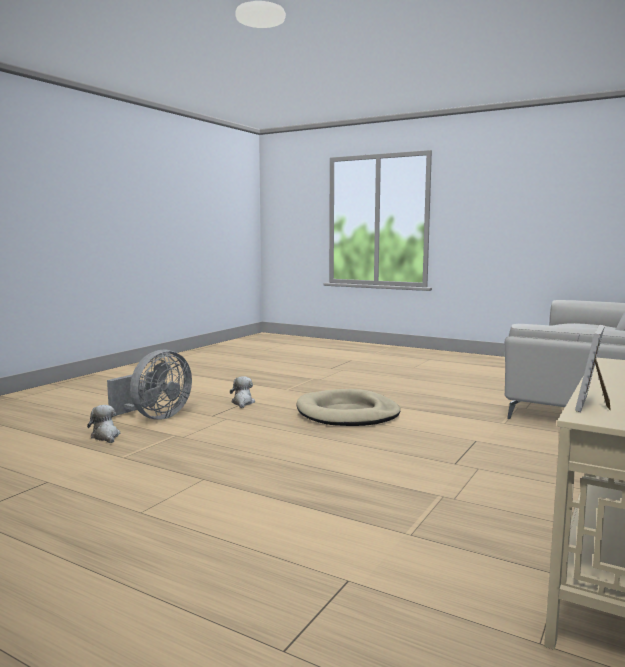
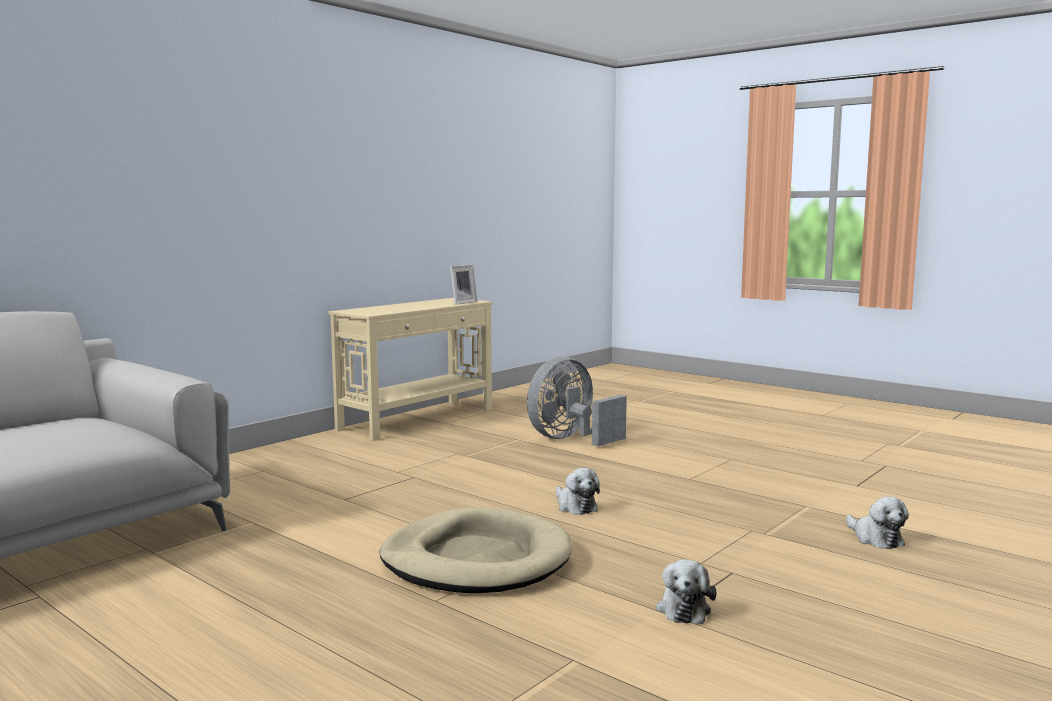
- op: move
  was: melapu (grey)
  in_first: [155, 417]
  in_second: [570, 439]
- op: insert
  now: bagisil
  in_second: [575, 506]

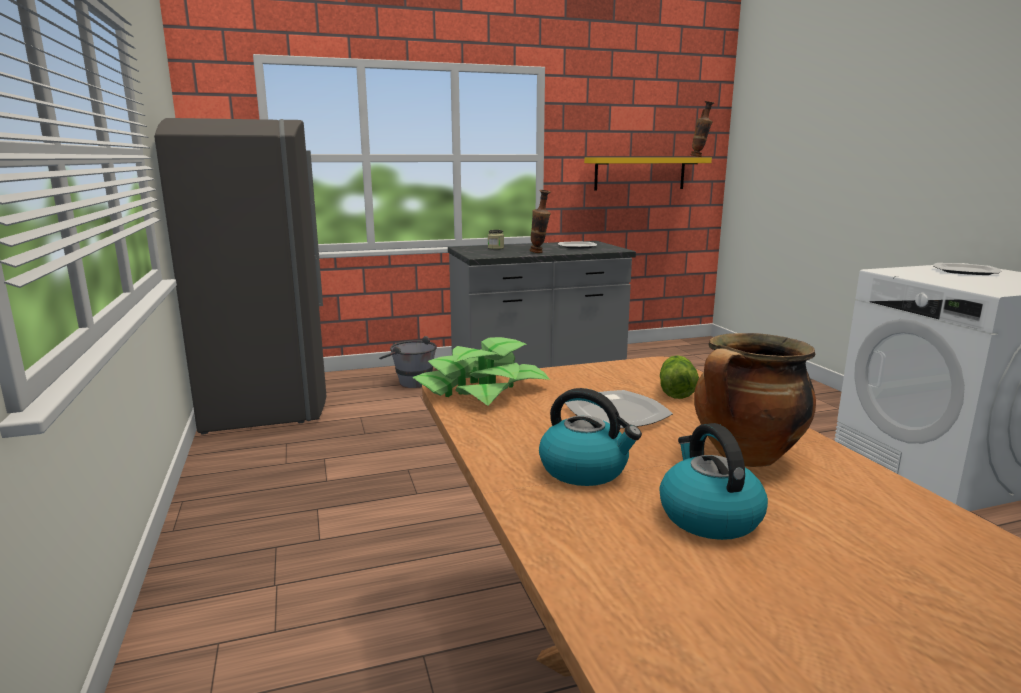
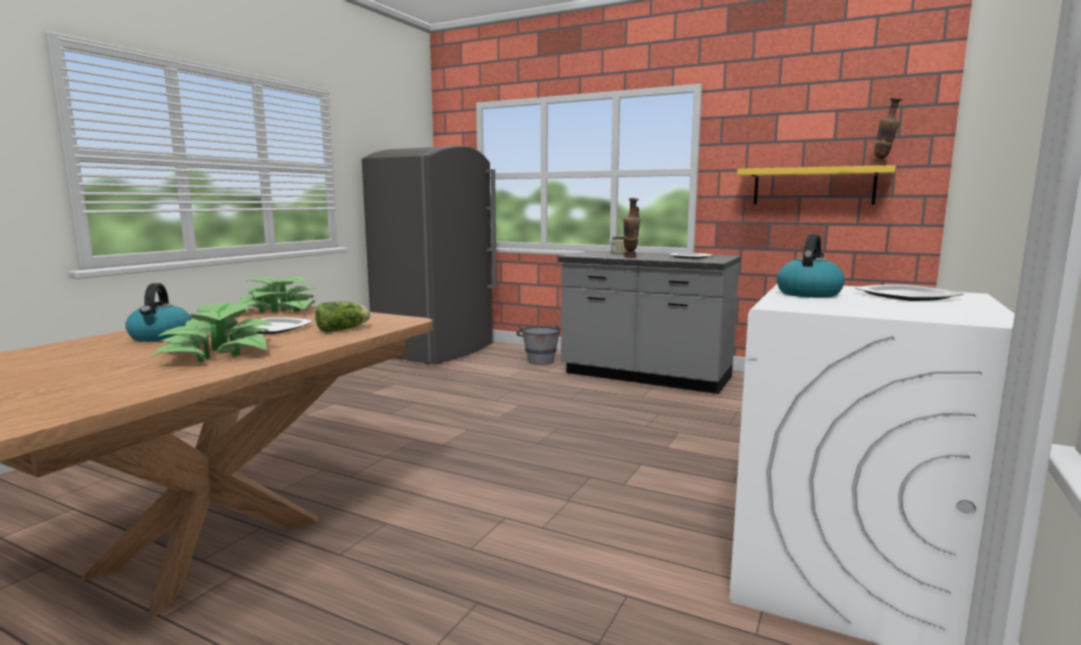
- op: replace
  was: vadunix
  now: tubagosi
  in_first: [746, 457]
  in_second: [217, 353]
- op: move
  was: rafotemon
  in_first: [708, 516]
  in_second: [808, 293]

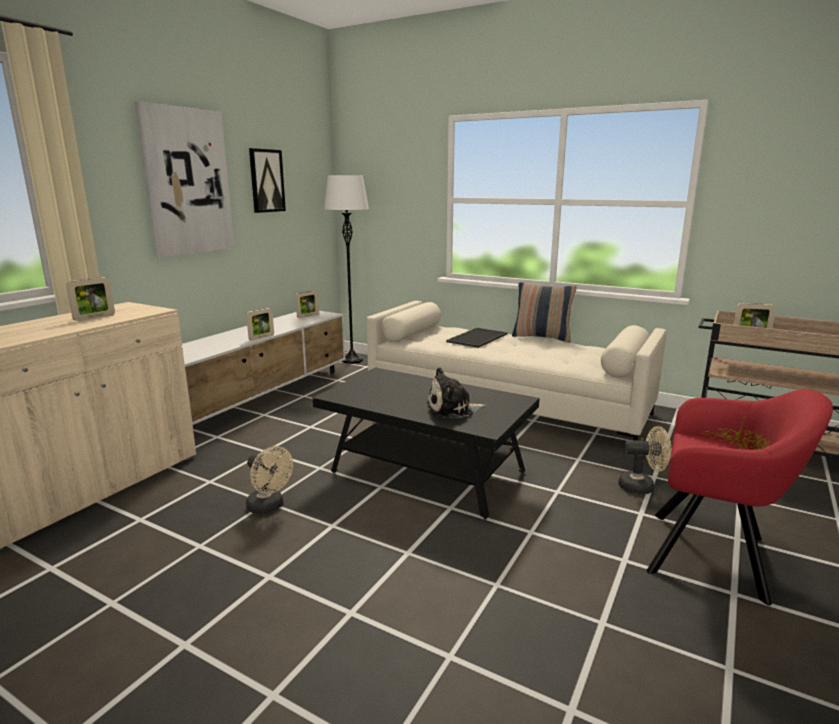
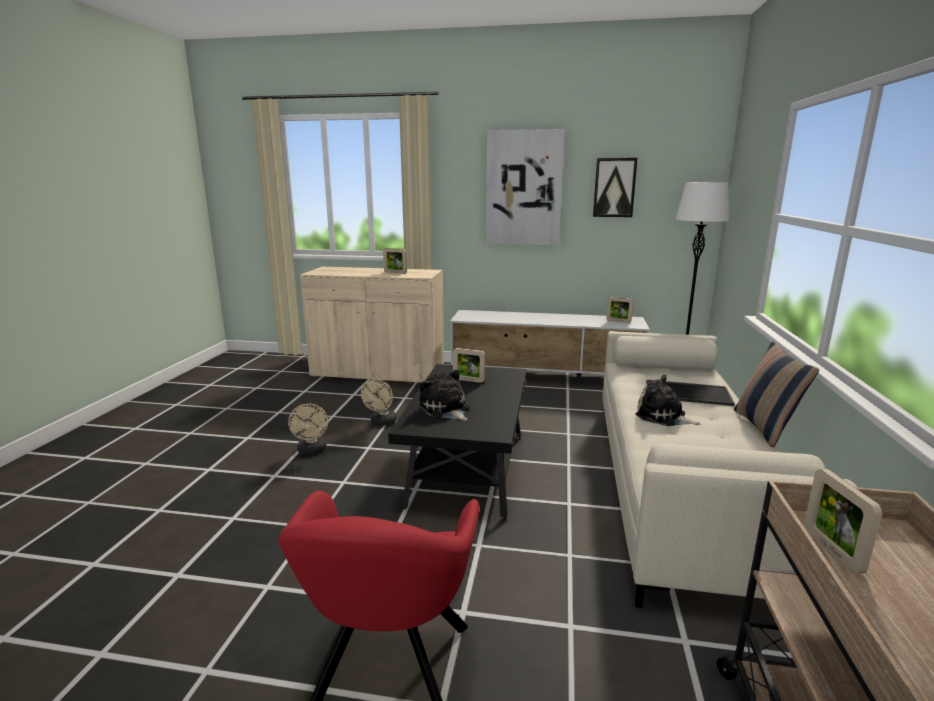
- op: move
  was: melapu (beige)
  in_first: [642, 486]
  in_second: [312, 451]
- op: move
  was: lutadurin
  in_first: [261, 337]
  in_second: [468, 380]
- op: insert
  now: bagisil
  in_second: [663, 417]

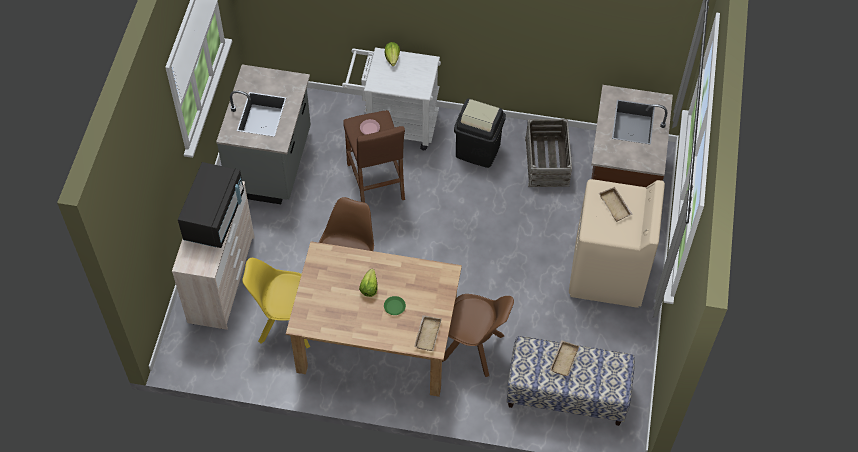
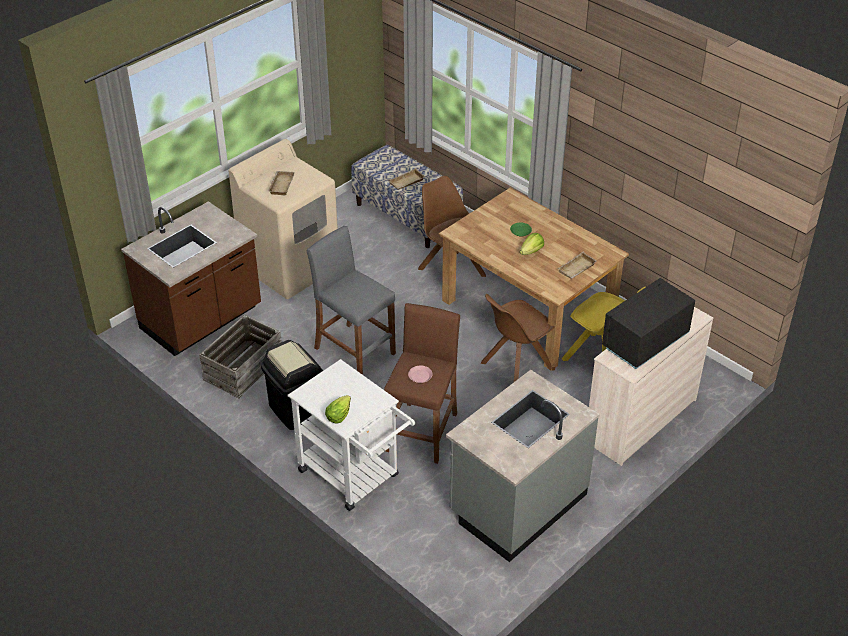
- op: insert
  now: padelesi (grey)
  in_second: [354, 351]
- op: move
  was: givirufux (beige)
  in_first: [426, 334]
  in_second: [577, 269]

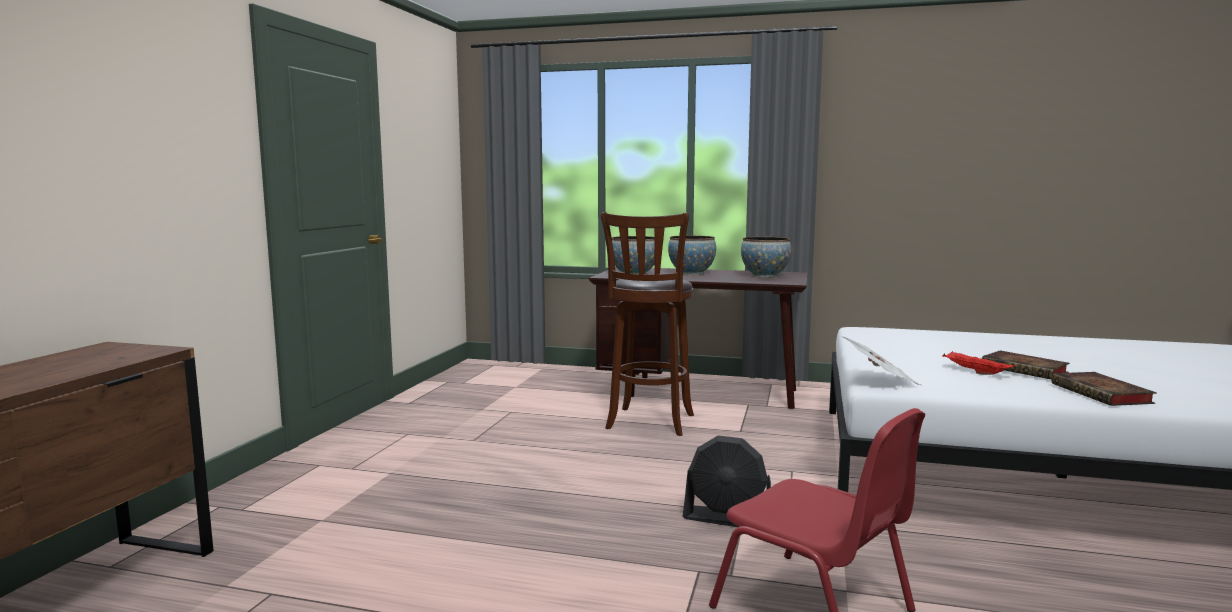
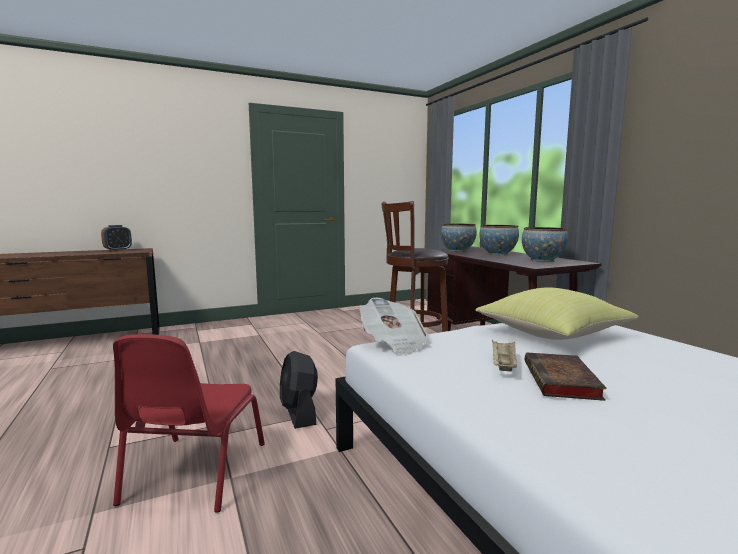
- op: insert
  now: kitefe
  in_second: [118, 250]
- op: insert
  now: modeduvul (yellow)
  in_second: [553, 336]
- op: recolor
  was: givirufux (red)
  now: givirufux (beige)
  in_first: [974, 372]
  in_second: [503, 365]
- op: delete
  was: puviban
  in_first: [1103, 394]

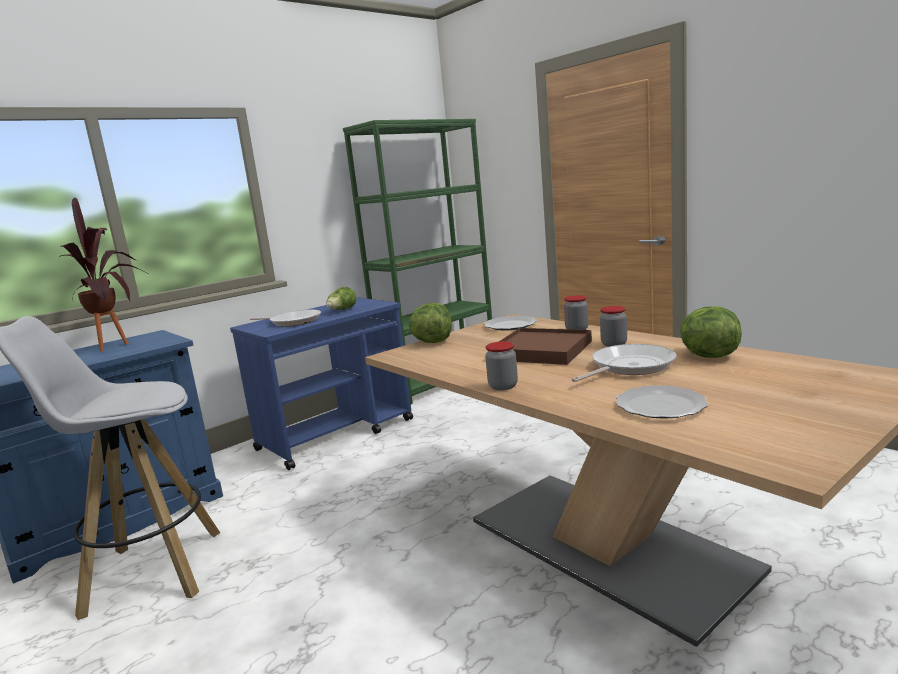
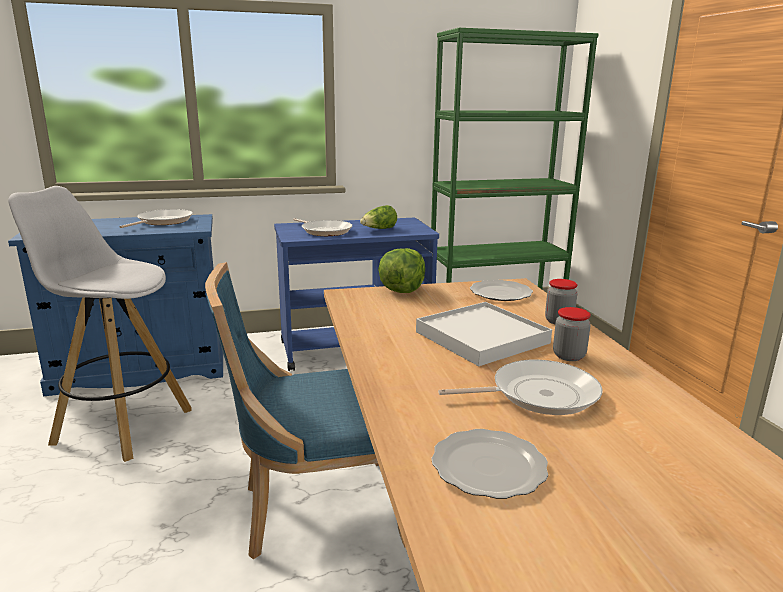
- op: replace
  was: tubagosi
  now: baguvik
  in_first: [119, 345]
  in_second: [162, 221]
- op: insert
  now: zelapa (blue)
  in_second: [317, 511]
- op: recolor
  was: givirufux (brown)
  now: givirufux (white)
  in_first: [542, 350]
  in_second: [482, 337]
- op: delete
  was: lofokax
  in_first: [503, 386]
- op: delete
  was: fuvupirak
  in_first: [708, 356]

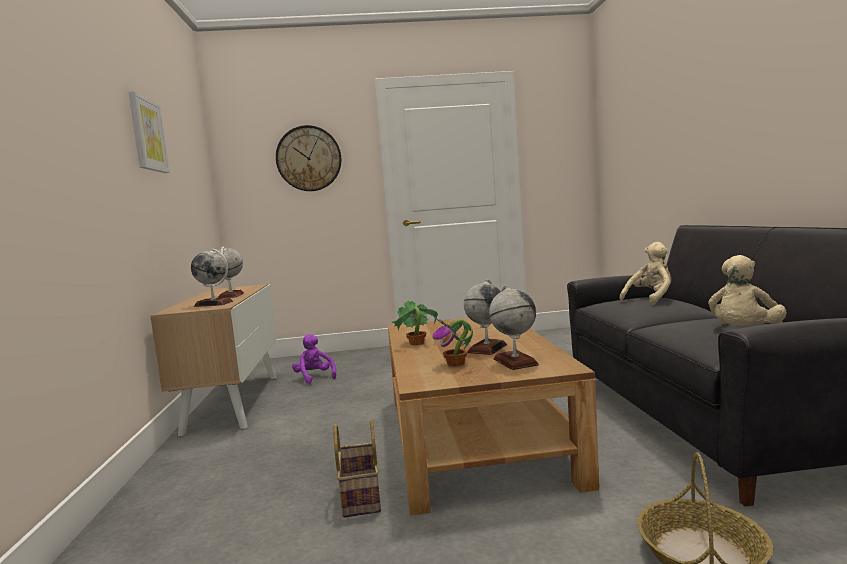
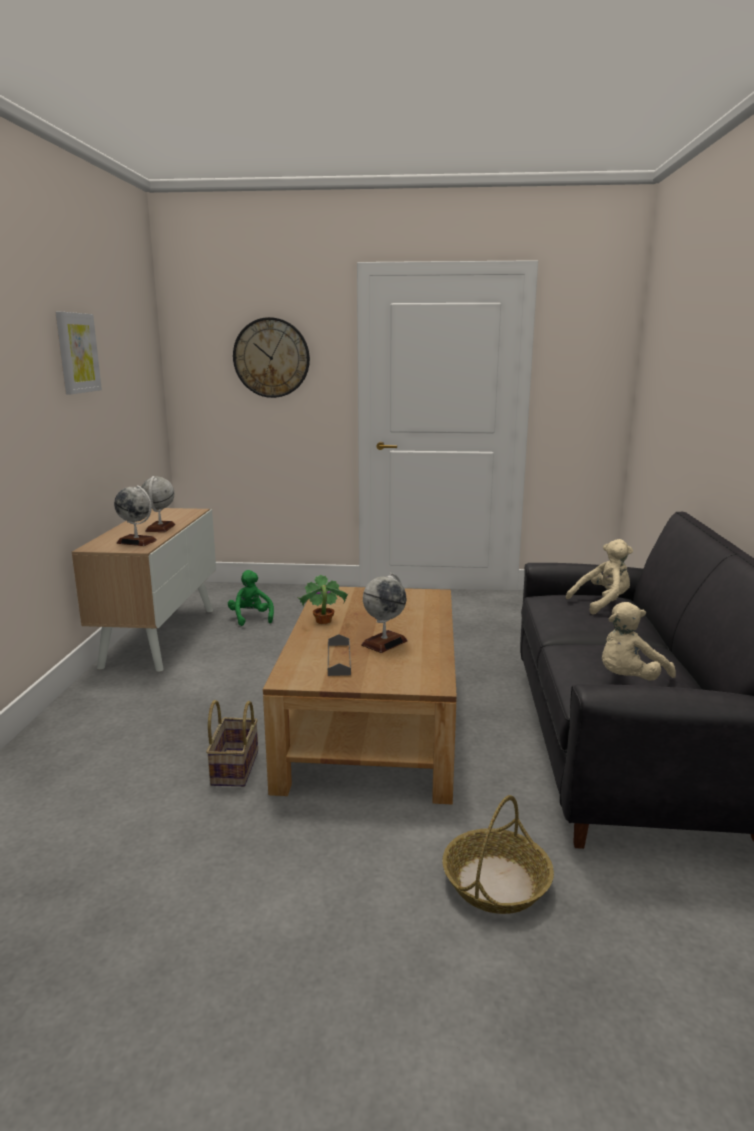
- op: recolor
  was: bagisil (purple)
  now: bagisil (green)
  in_first: [314, 377]
  in_second: [251, 618]
- op: replace
  was: tubagosi
  now: givirufux (grey)
  in_first: [456, 364]
  in_second: [339, 659]
- op: delete
  was: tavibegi
  in_first: [515, 362]

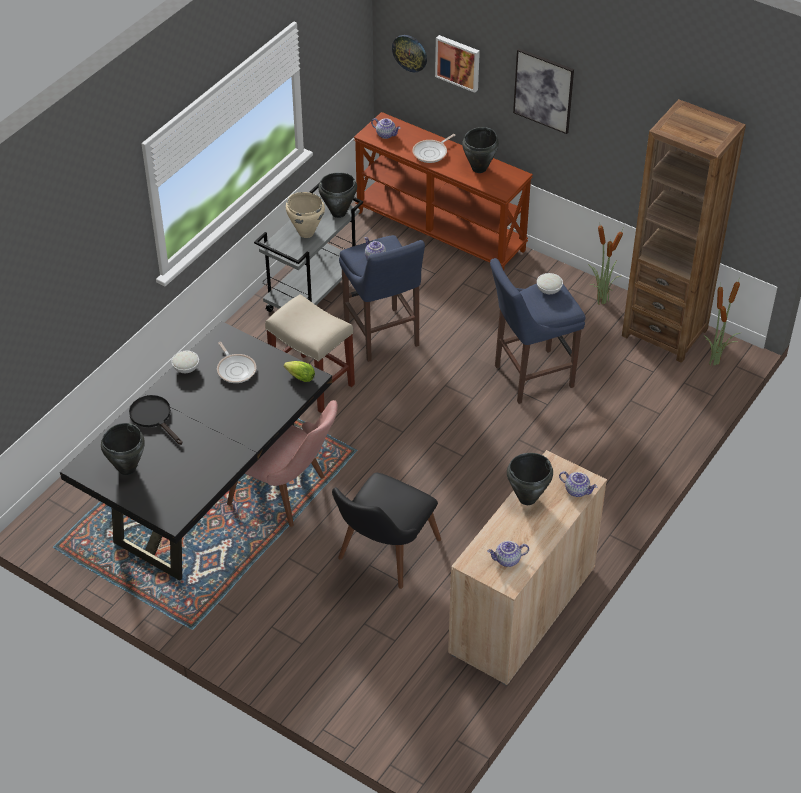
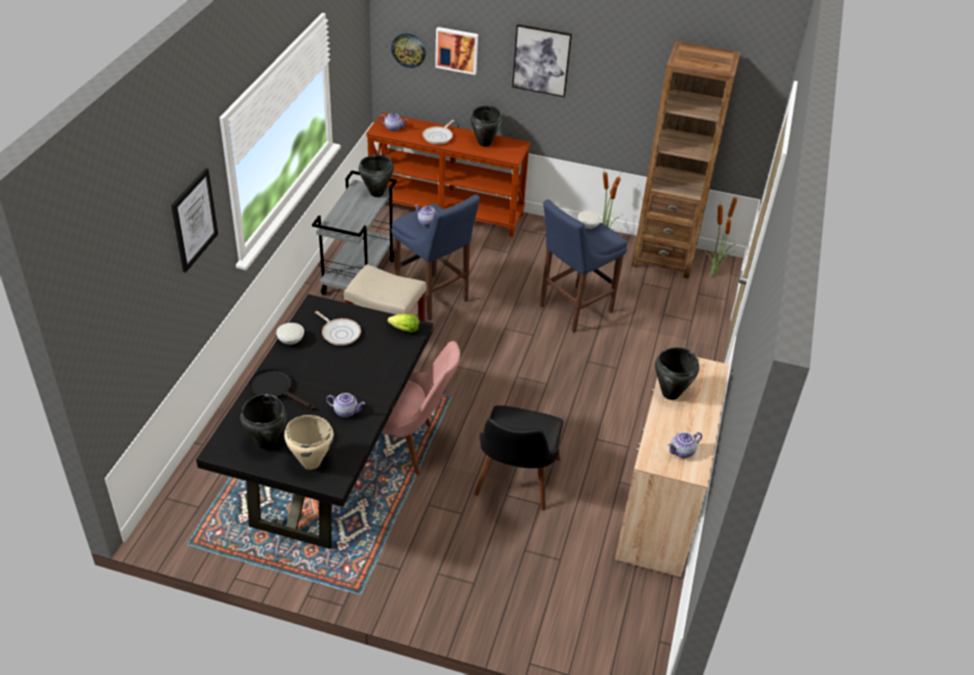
- op: insert
  now: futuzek
  in_second: [194, 220]
- op: move
  was: vadunix (beige)
  in_first: [306, 233]
  in_second: [311, 462]
- op: move
  was: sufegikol
  in_first: [577, 490]
  in_second: [346, 411]

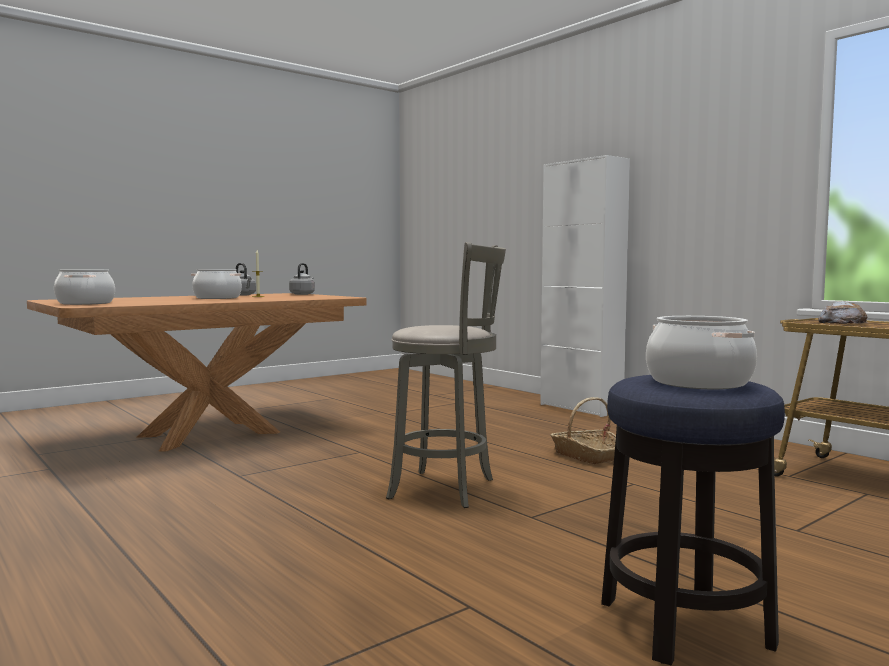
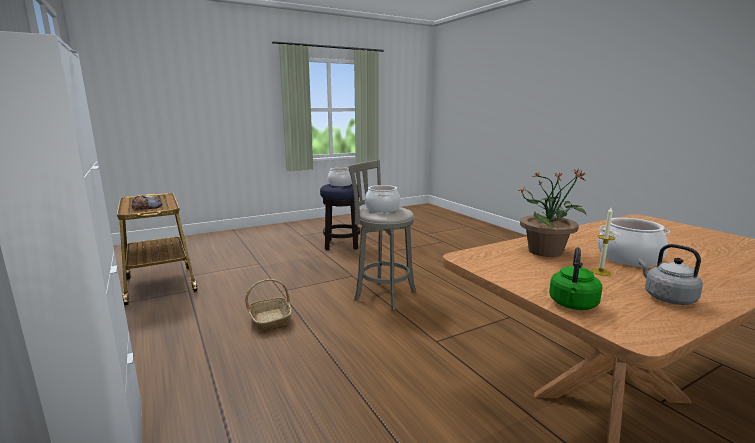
- op: move
  was: vadunix
  in_first: [85, 303]
  in_second: [382, 209]
- op: insert
  now: tubagosi
  in_second: [546, 251]
- op: recolor
  was: rafotemon (grey)
  now: rafotemon (green)
  in_first: [303, 294]
  in_second: [572, 305]

